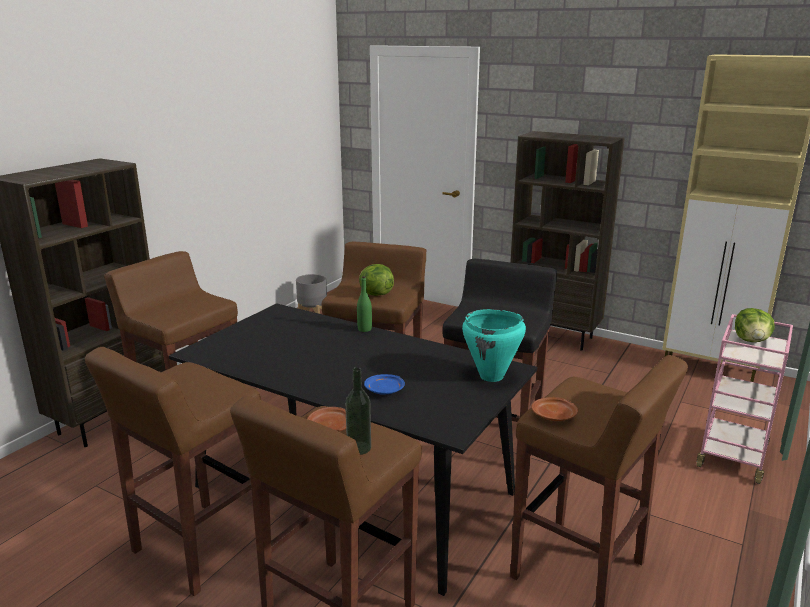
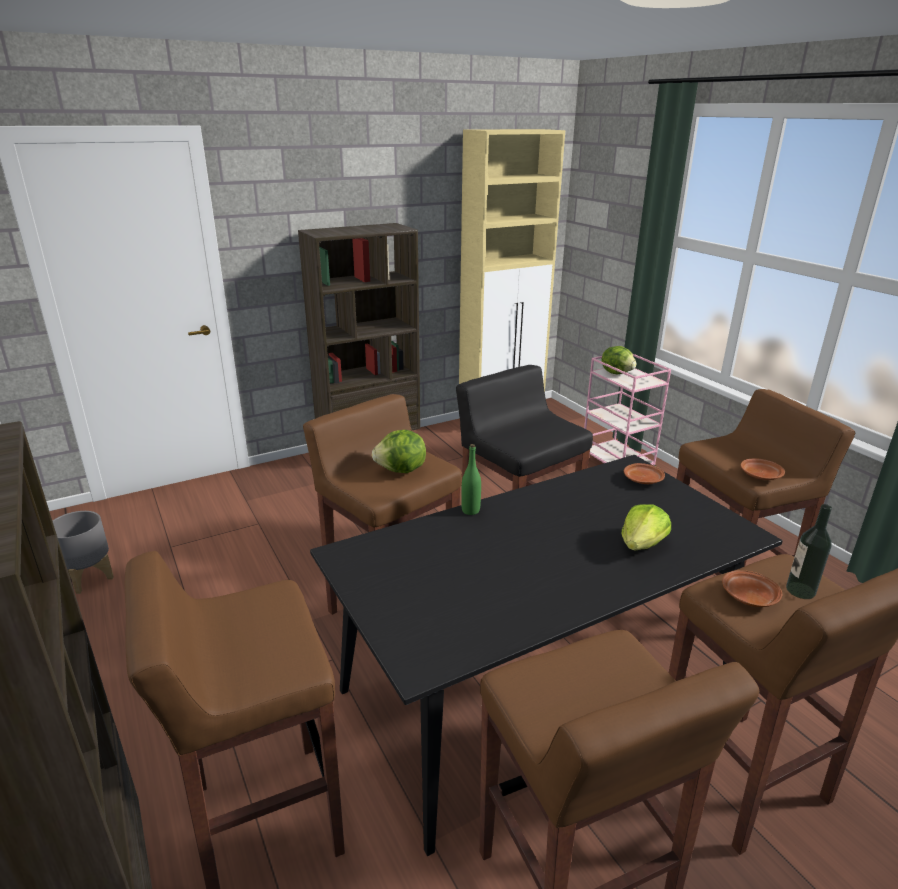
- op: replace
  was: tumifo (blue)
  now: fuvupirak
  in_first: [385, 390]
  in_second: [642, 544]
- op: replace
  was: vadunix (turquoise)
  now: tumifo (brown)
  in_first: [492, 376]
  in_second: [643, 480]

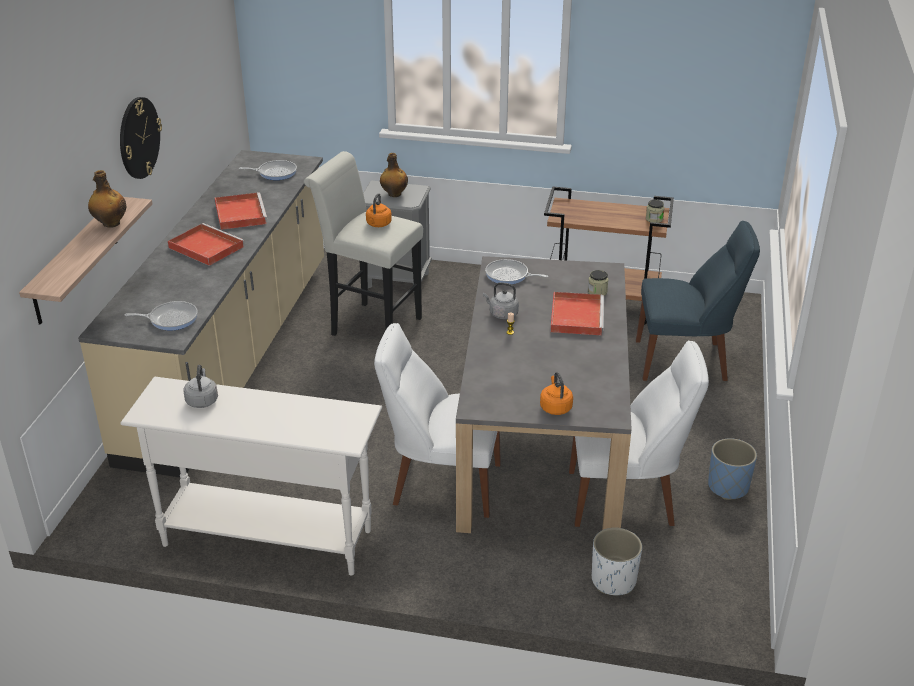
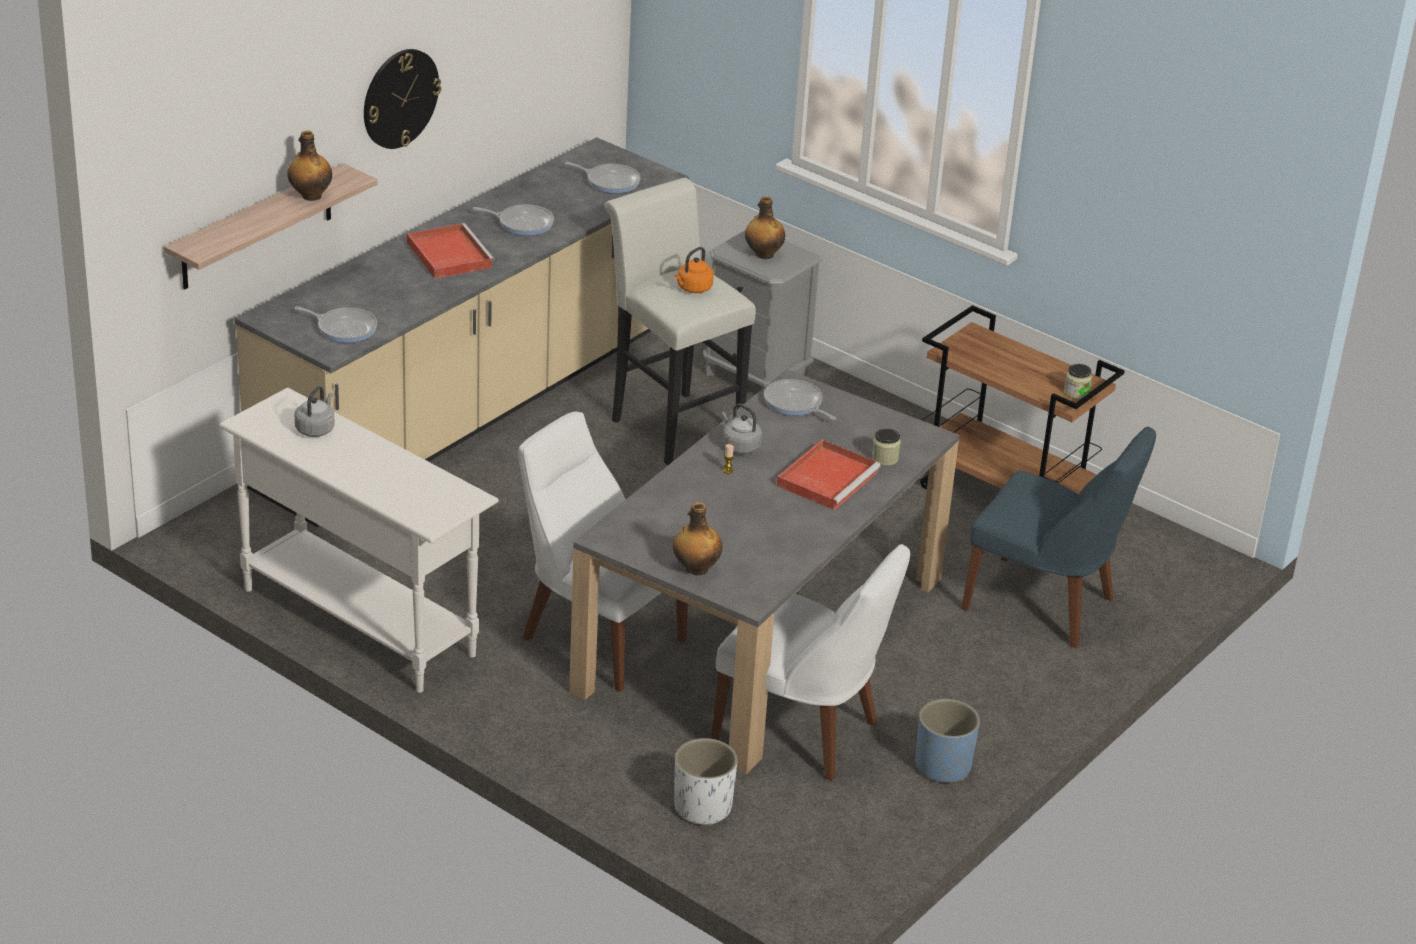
- op: replace
  was: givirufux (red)
  now: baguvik
  in_first: [240, 213]
  in_second: [522, 223]
- op: replace
  was: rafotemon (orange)
  now: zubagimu
  in_first: [555, 407]
  in_second: [696, 568]

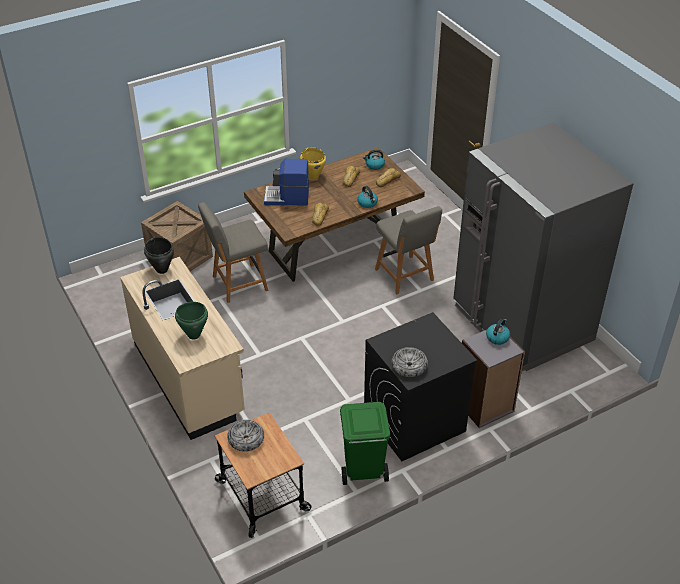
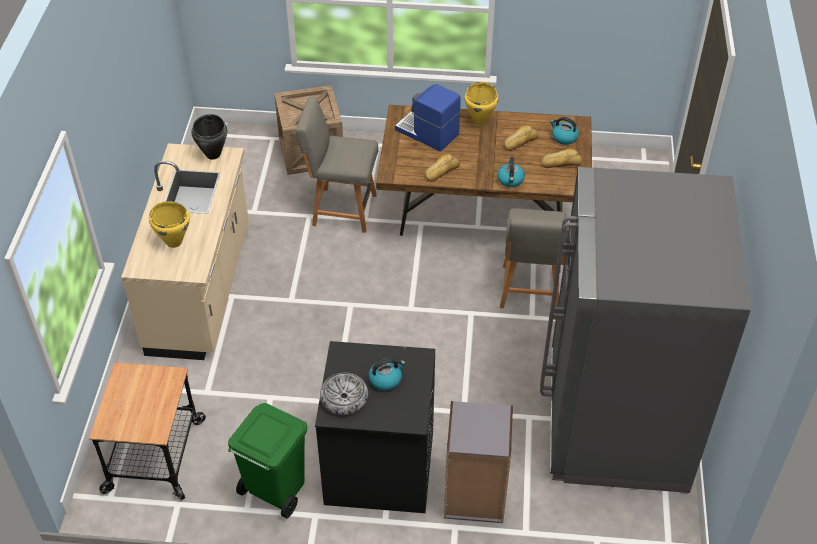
- op: recolor
  was: vadunix (green)
  now: vadunix (yellow)
  in_first: [193, 335]
  in_second: [174, 242]
- op: move
  was: rafotemon
  in_first: [497, 337]
  in_second: [386, 379]
- op: delete
  was: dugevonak
  in_first: [246, 439]

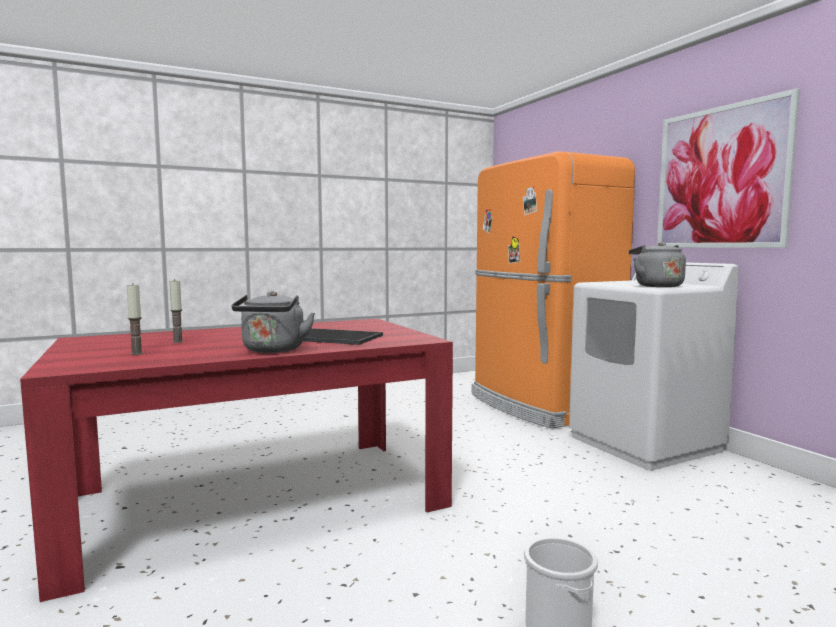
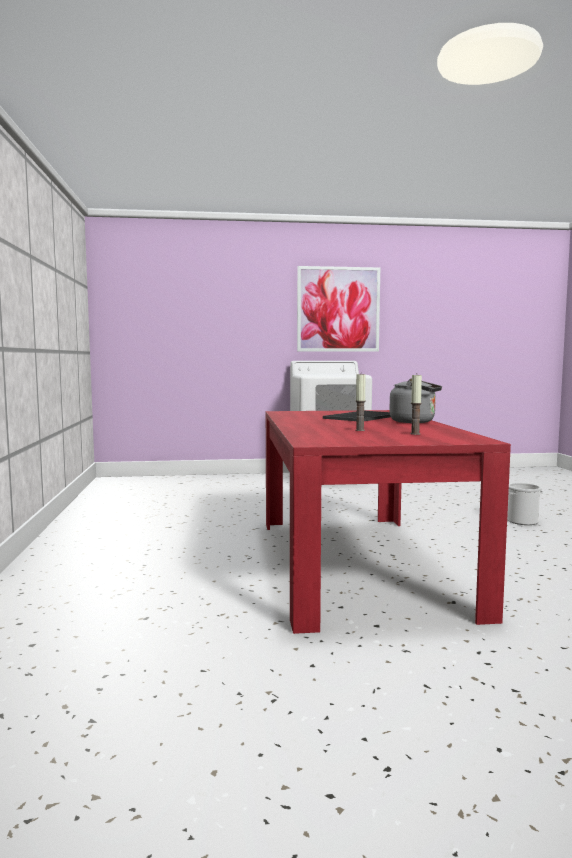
- op: delete
  was: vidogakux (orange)
  in_first: [541, 405]
- op: delete
  was: rafotemon (grey)
  in_first: [656, 286]

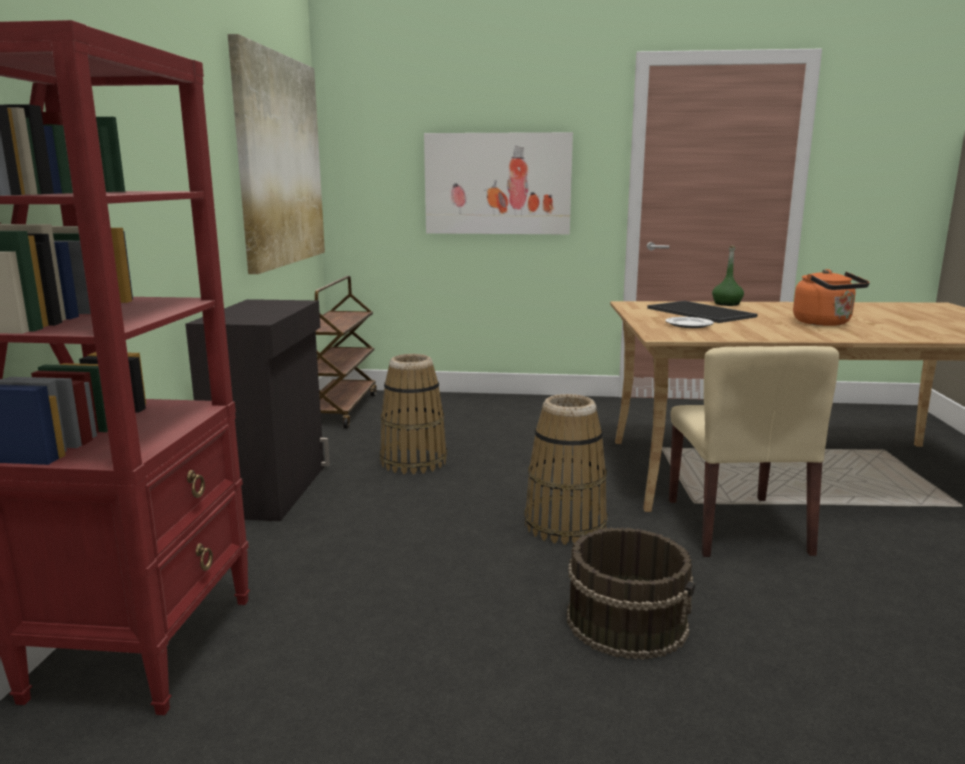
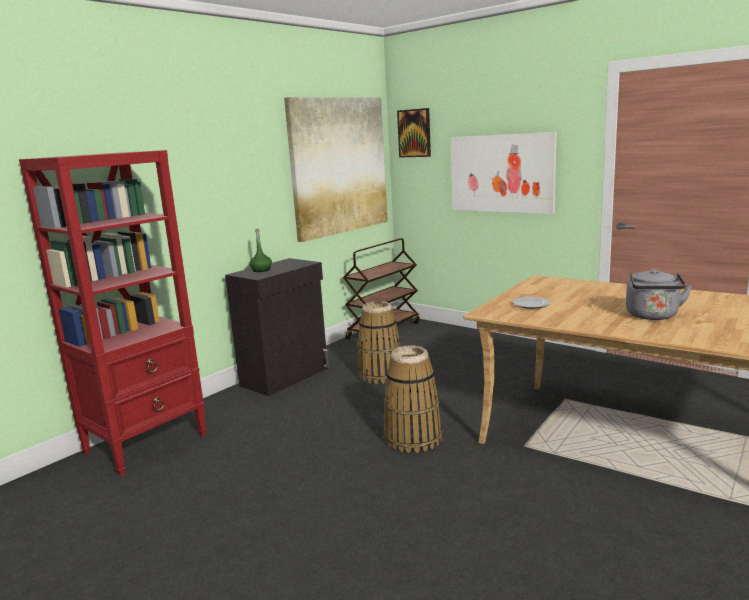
- op: move
  was: zubagimu (green)
  in_first: [727, 304]
  in_second: [261, 270]
- op: insert
  now: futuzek
  in_second: [414, 133]
- op: recolor
  was: rafotemon (orange)
  now: rafotemon (grey)
  in_first: [825, 323]
  in_second: [653, 316]
- op: delete
  was: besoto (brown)
  in_first: [627, 621]
- op: delete
  was: givirufux
  in_first: [702, 312]
- op: delete
  was: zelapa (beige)
  in_first: [737, 526]

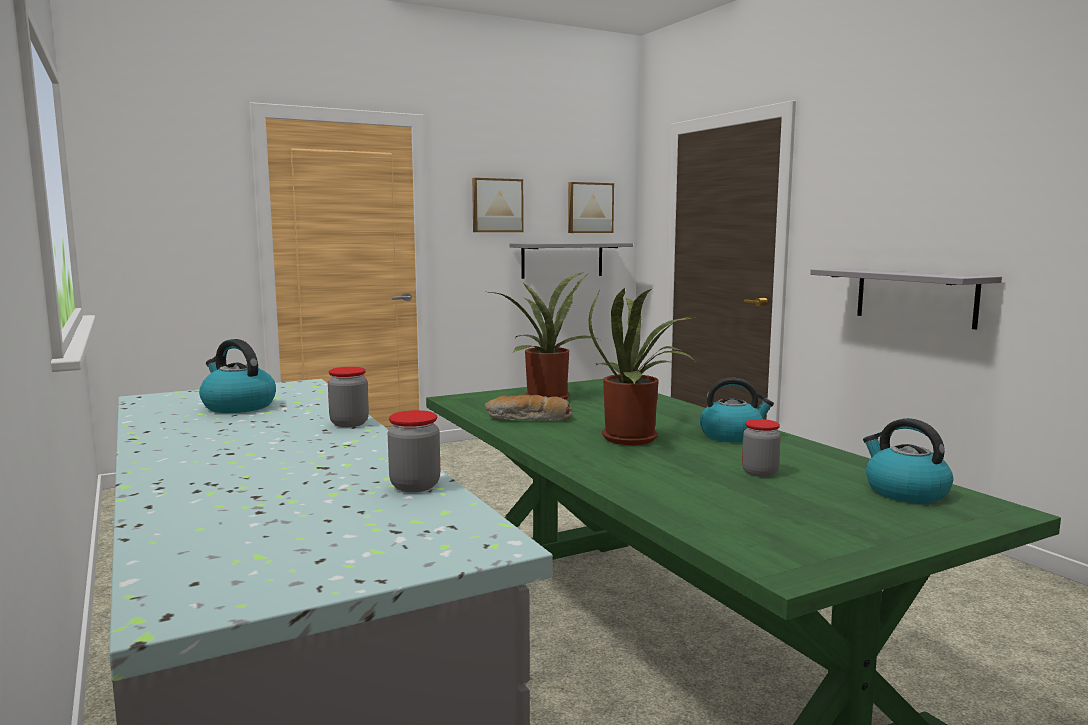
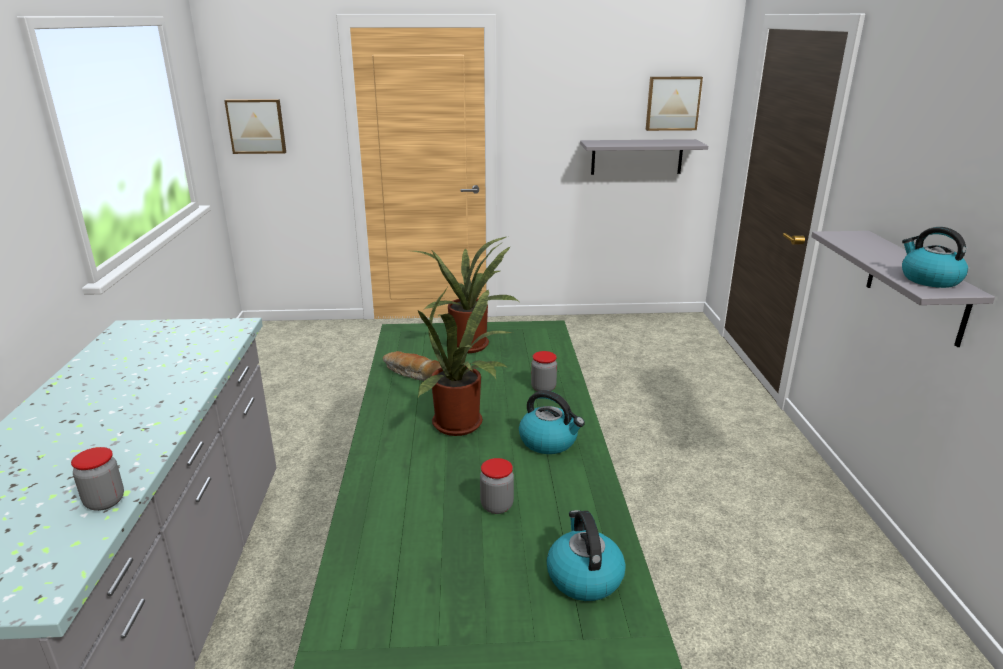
- op: move
  was: futuzek
  in_first: [496, 205]
  in_second: [256, 126]
- op: move
  was: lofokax
  in_first: [349, 423]
  in_second: [543, 388]
- op: move
  was: rafotemon
  in_first: [238, 406]
  in_second: [929, 279]

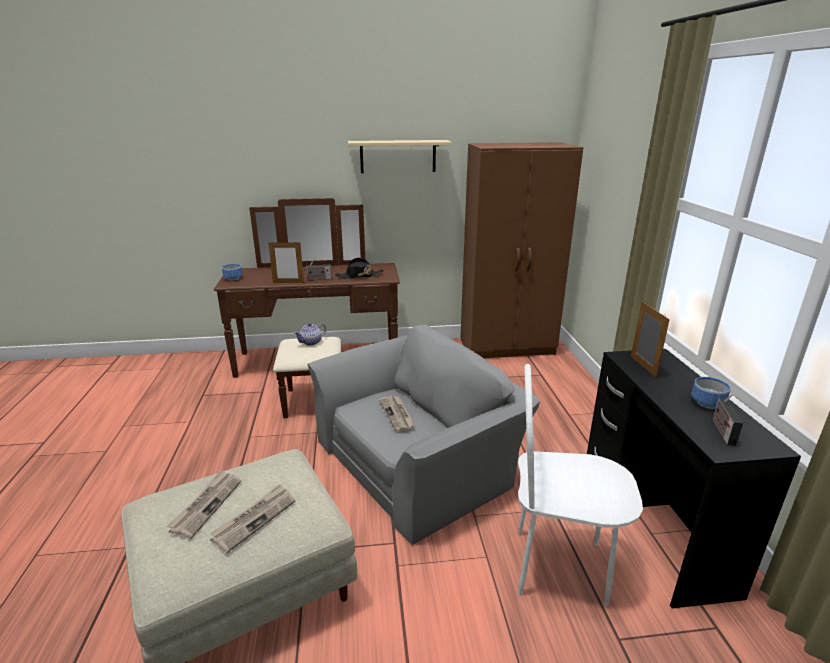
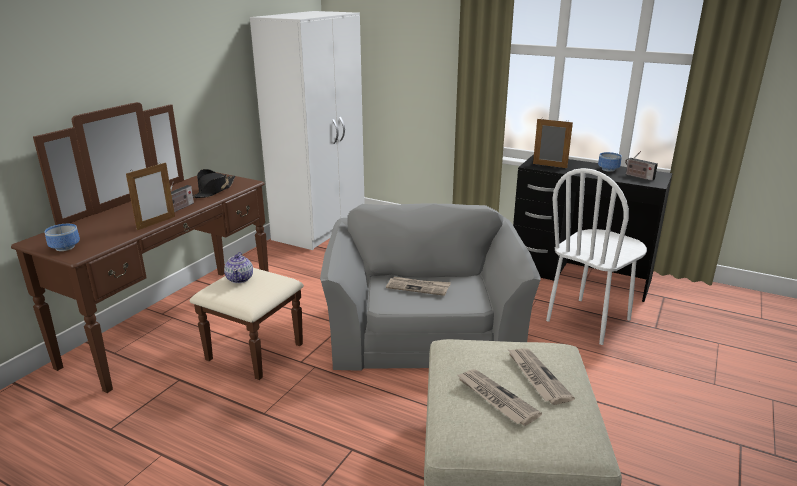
- op: recolor
  was: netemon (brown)
  now: netemon (white)
  in_first: [508, 347]
  in_second: [321, 228]
- op: delete
  was: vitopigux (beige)
  in_first: [398, 156]

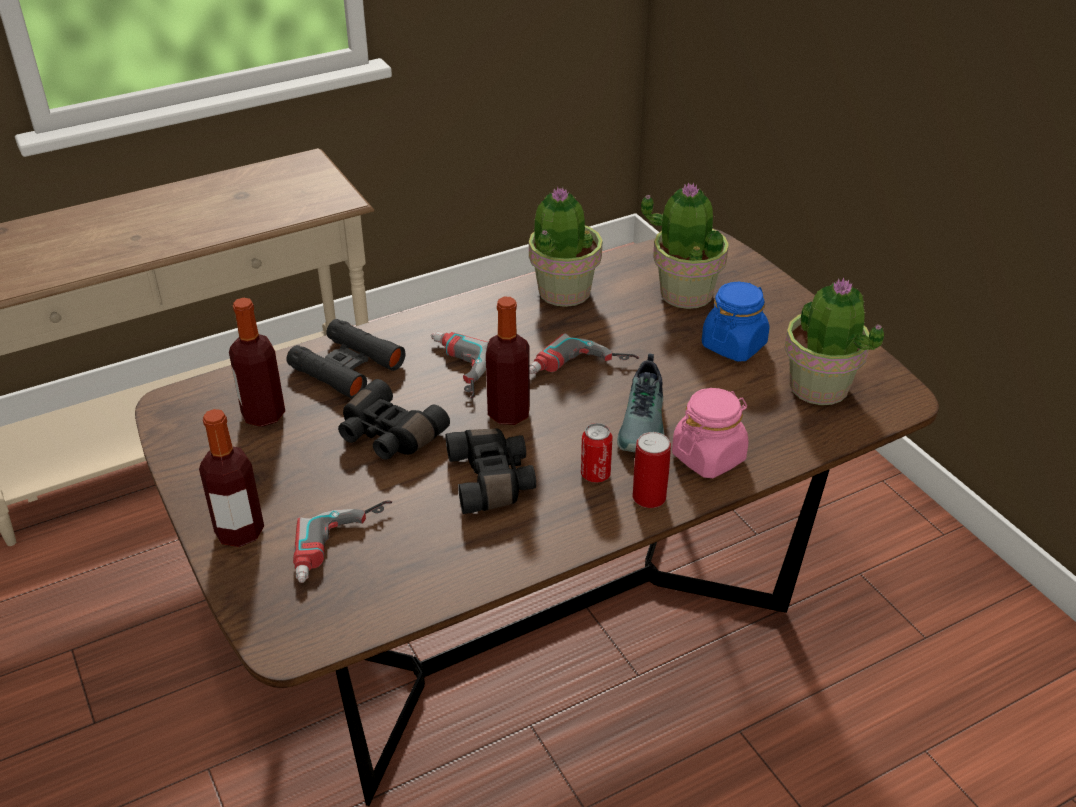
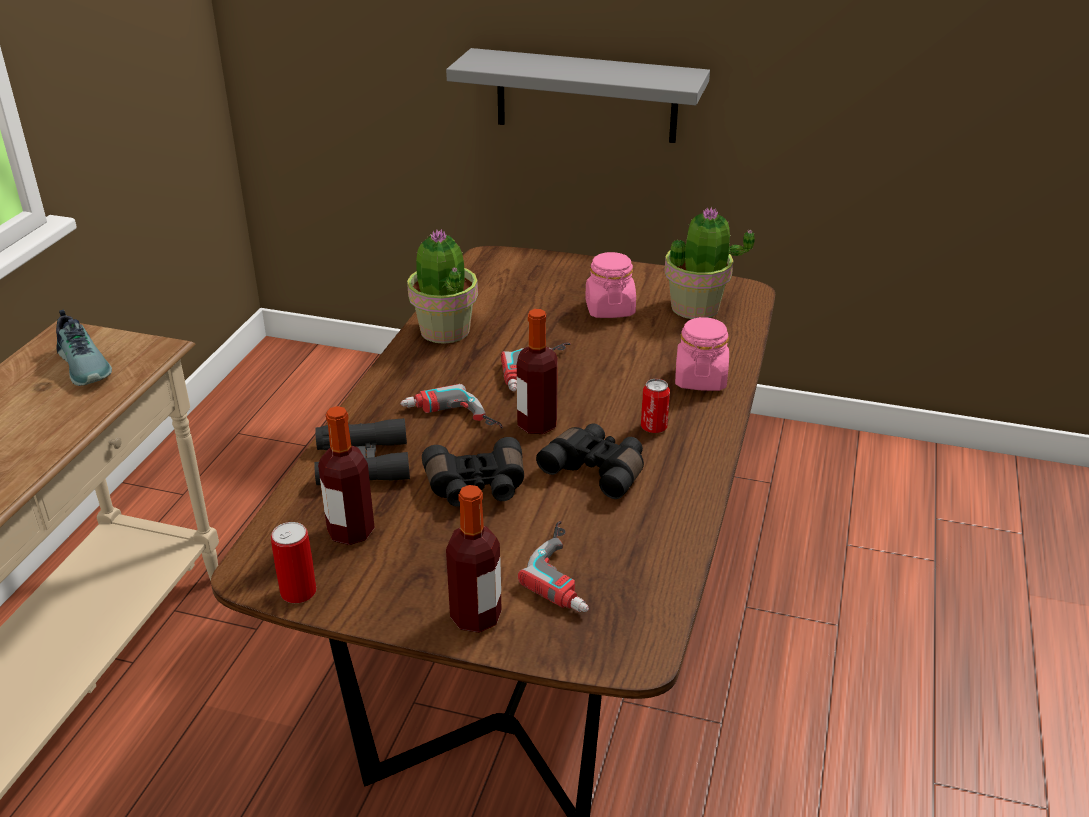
- op: move
  was: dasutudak
  in_first: [645, 422]
  in_second: [86, 365]
- op: move
  was: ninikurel
  in_first: [649, 497]
  in_second: [298, 592]
- op: insert
  now: vitopigux (grey)
  in_second: [586, 96]
- op: recolor
  was: lofokax (blue)
  now: lofokax (pink)
  in_first: [734, 345]
  in_second: [609, 309]
- op: delete
  was: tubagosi
  in_first: [685, 293]

